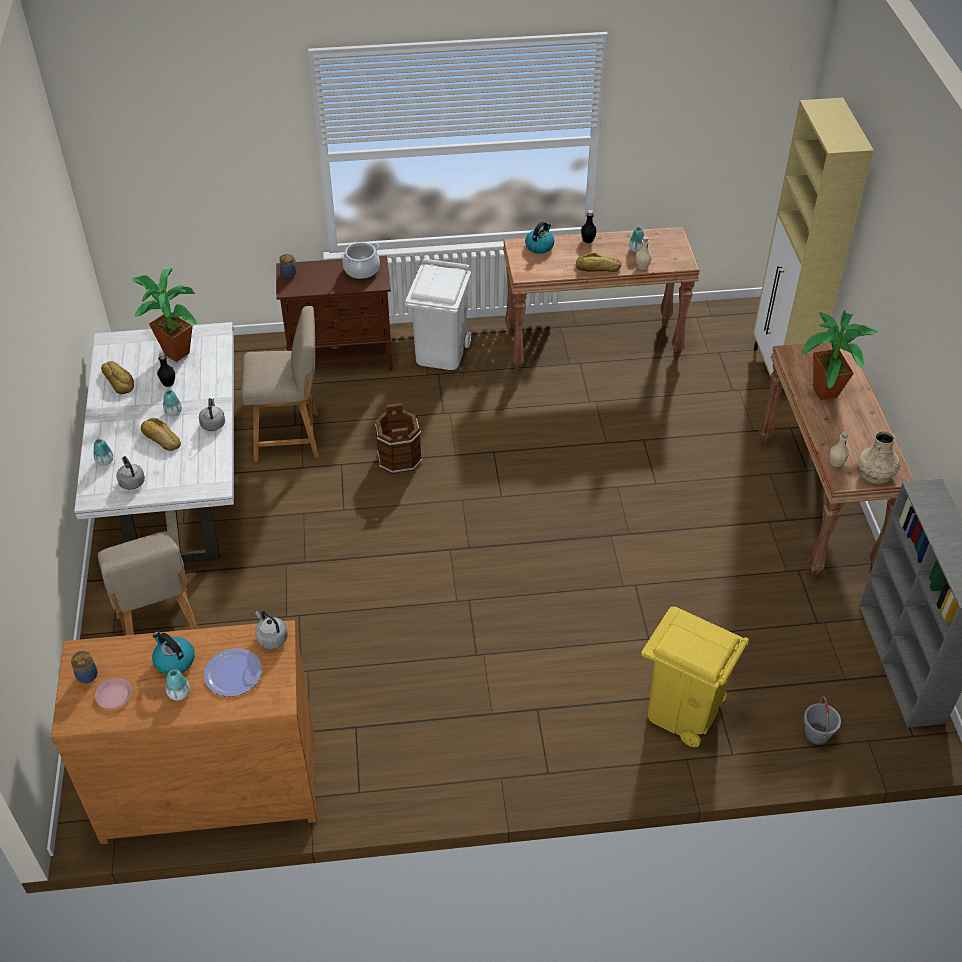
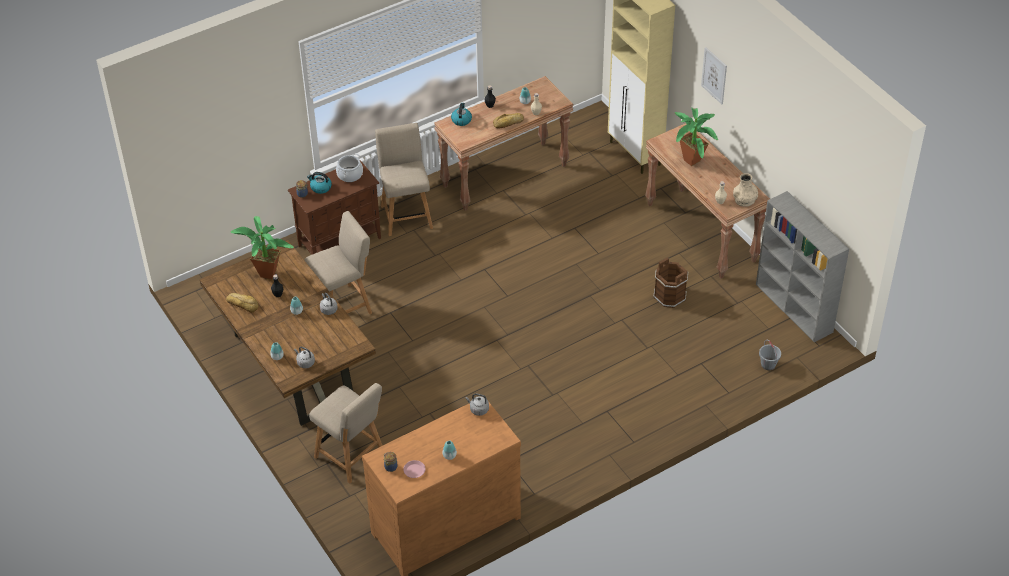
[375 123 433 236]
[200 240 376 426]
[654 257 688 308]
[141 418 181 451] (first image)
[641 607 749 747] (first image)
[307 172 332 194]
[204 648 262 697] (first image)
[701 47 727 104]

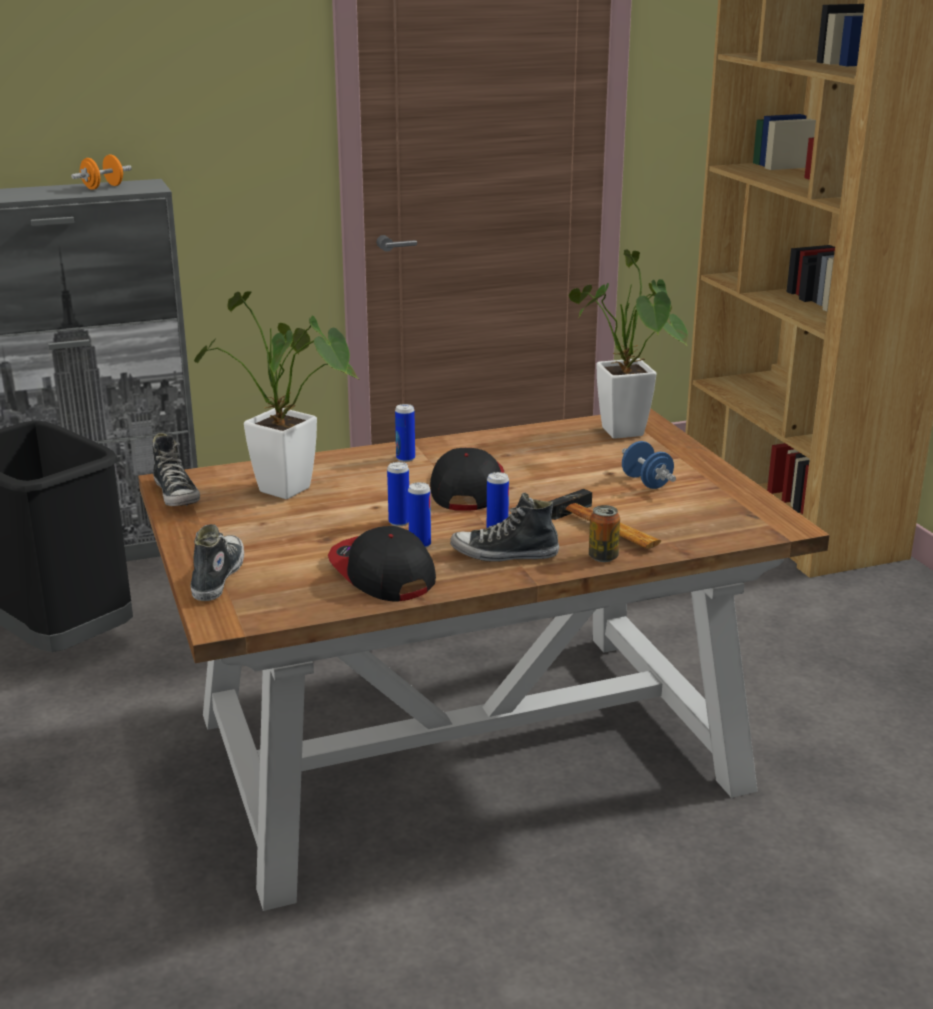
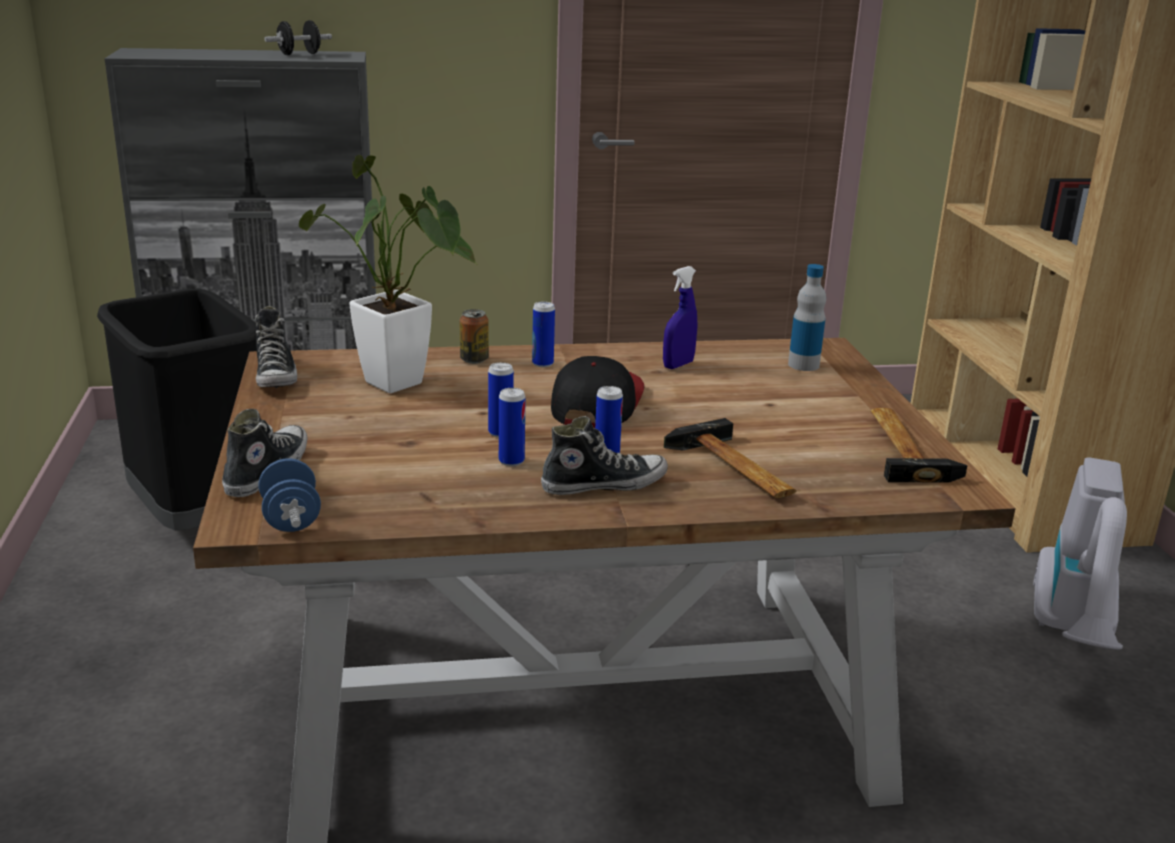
[264 20 332 55]
[788 264 826 371]
[258 458 321 532]
[541 416 668 495]
[459 309 489 364]
[328 526 436 601] (first image)
[663 266 698 369]
[870 408 967 483]
[1033 457 1127 650]

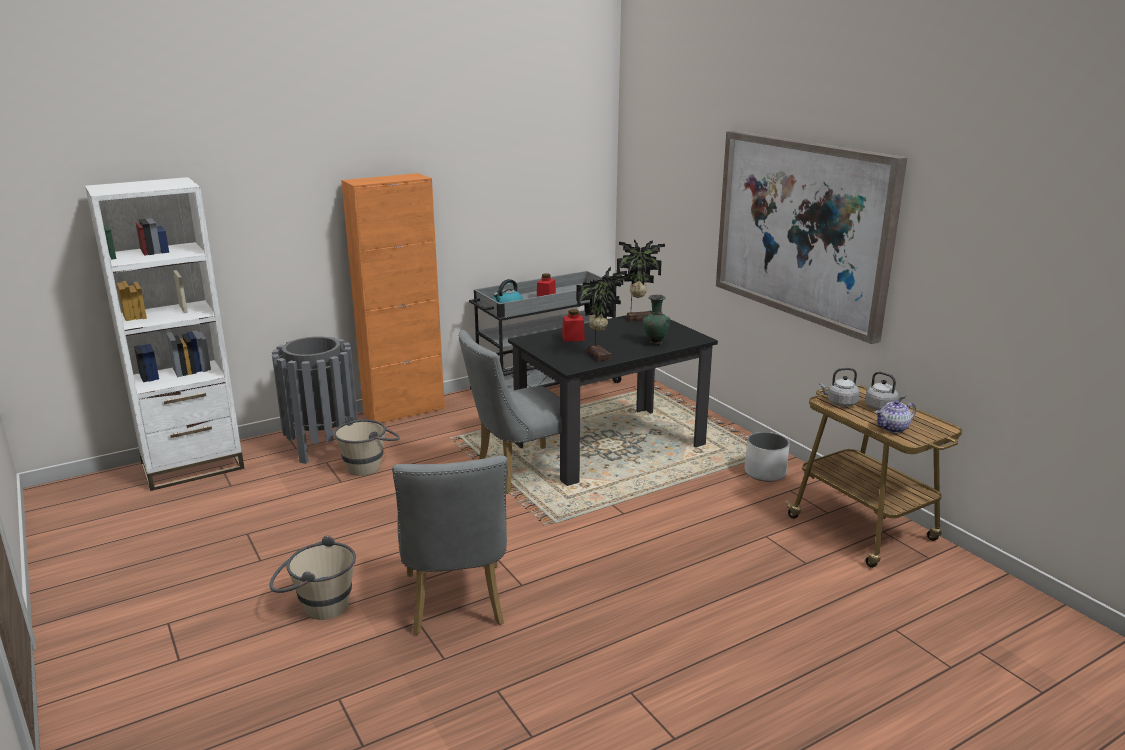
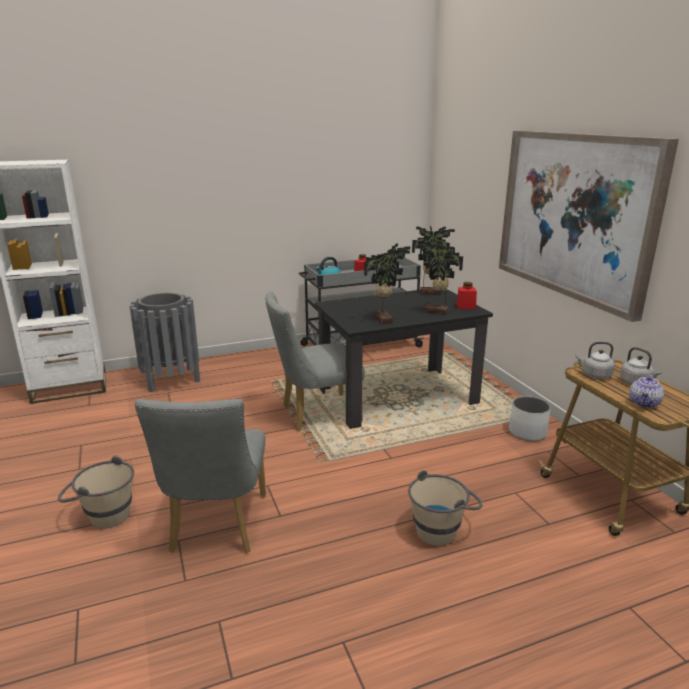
[341 173 445 423] (first image)
[418 241 463 315]
[456 282 477 309]
[629 374 664 408]
[408 470 483 546]

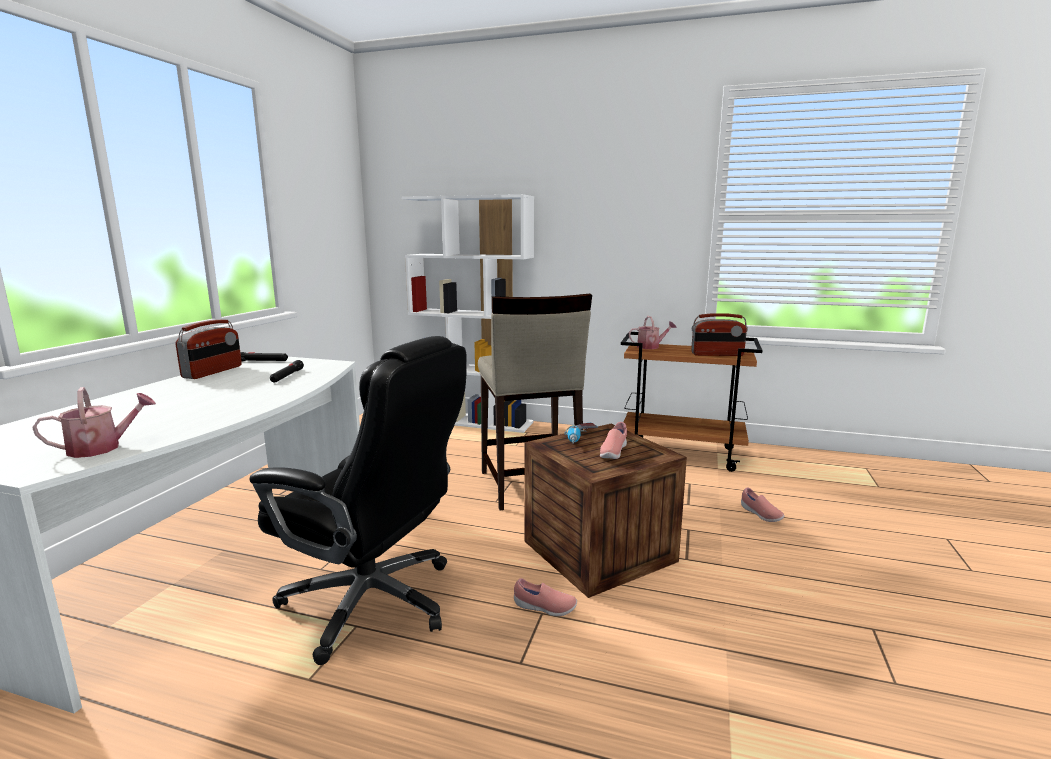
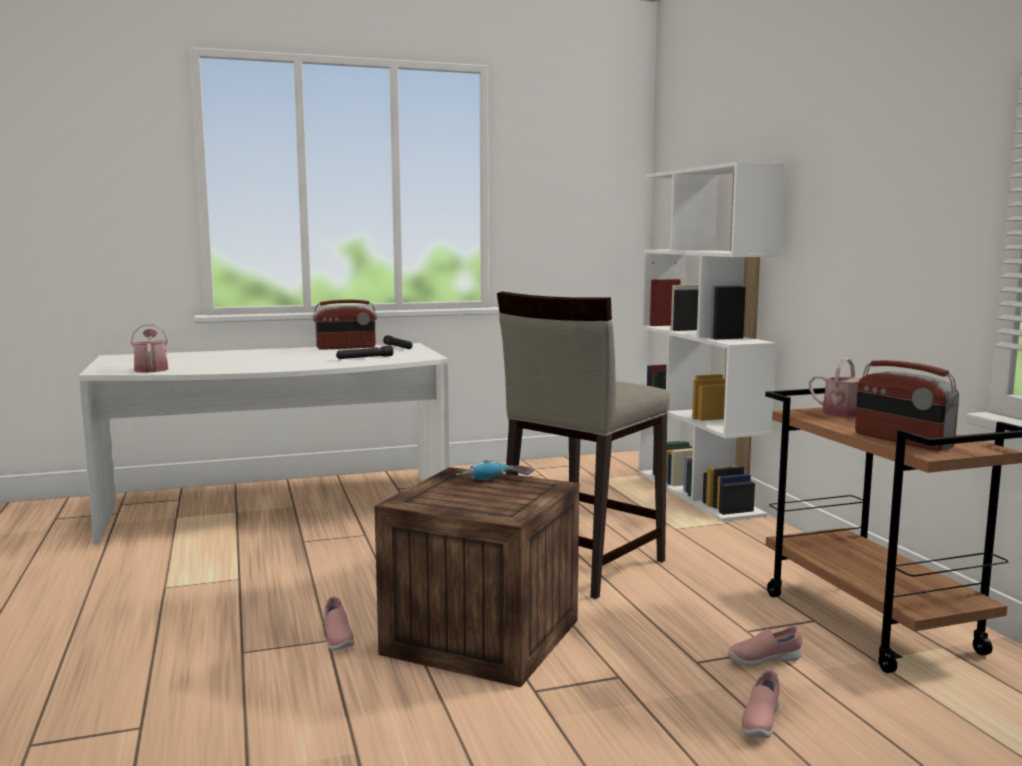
[249 336 467 665] (first image)
[131 324 168 373]
[727 626 803 667]

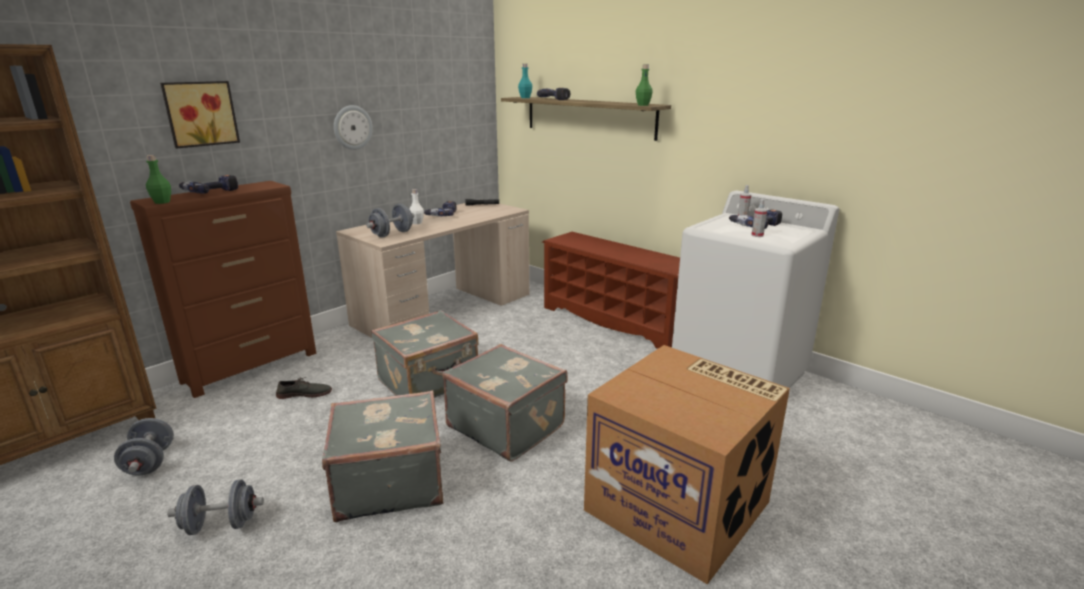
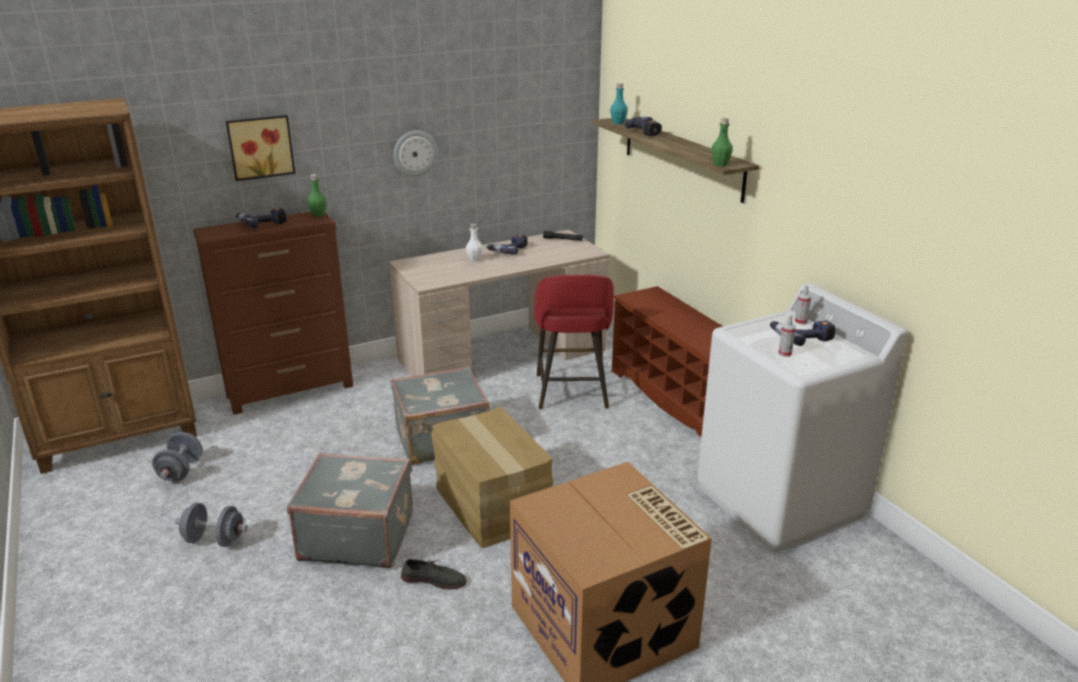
[308 174 327 216]
[366 204 414 238] (first image)
[431 406 553 548]
[401 559 467 589]
[534 275 614 409]

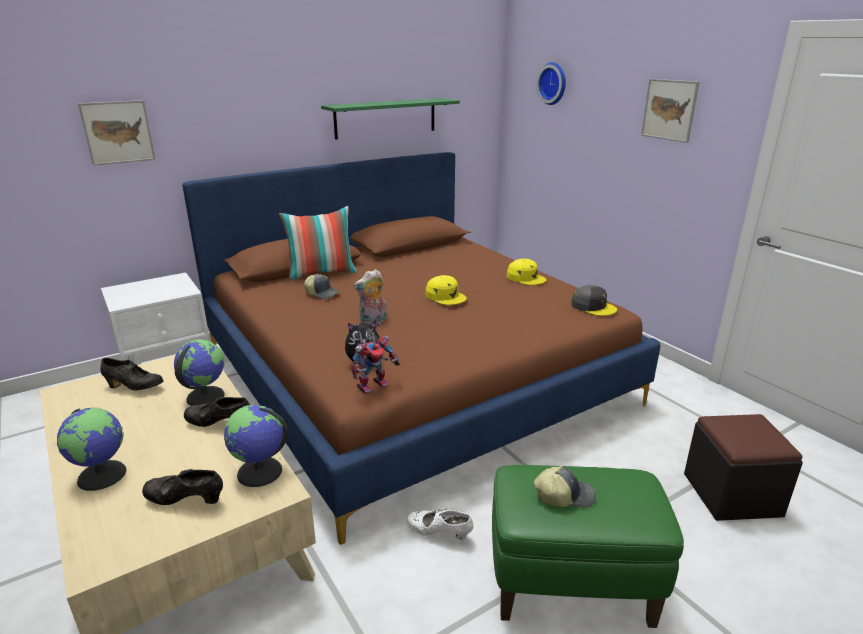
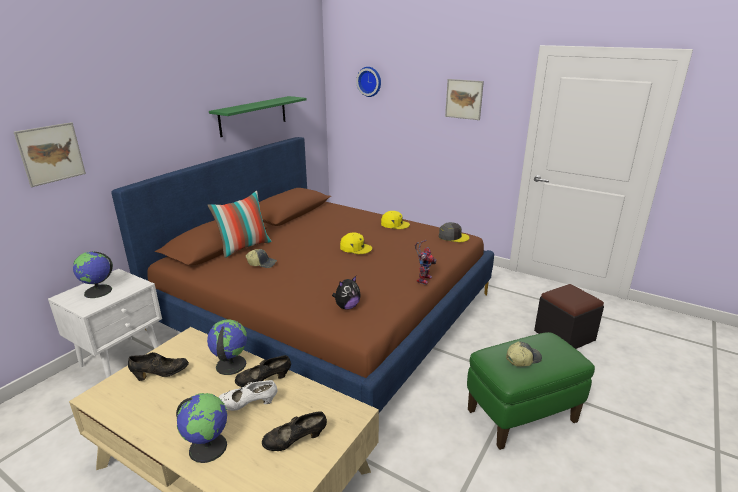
[353 269 387 325] (first image)
[415 240 436 285]
[73 251 113 298]
[218 380 277 411]

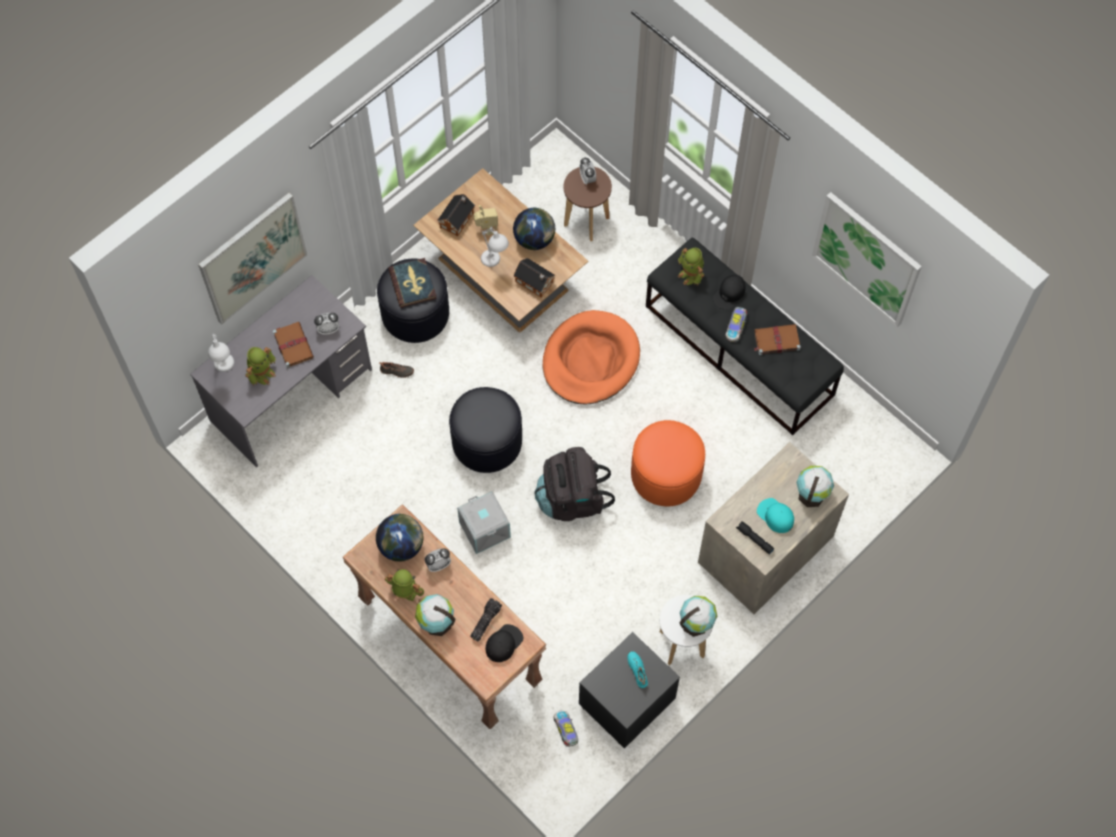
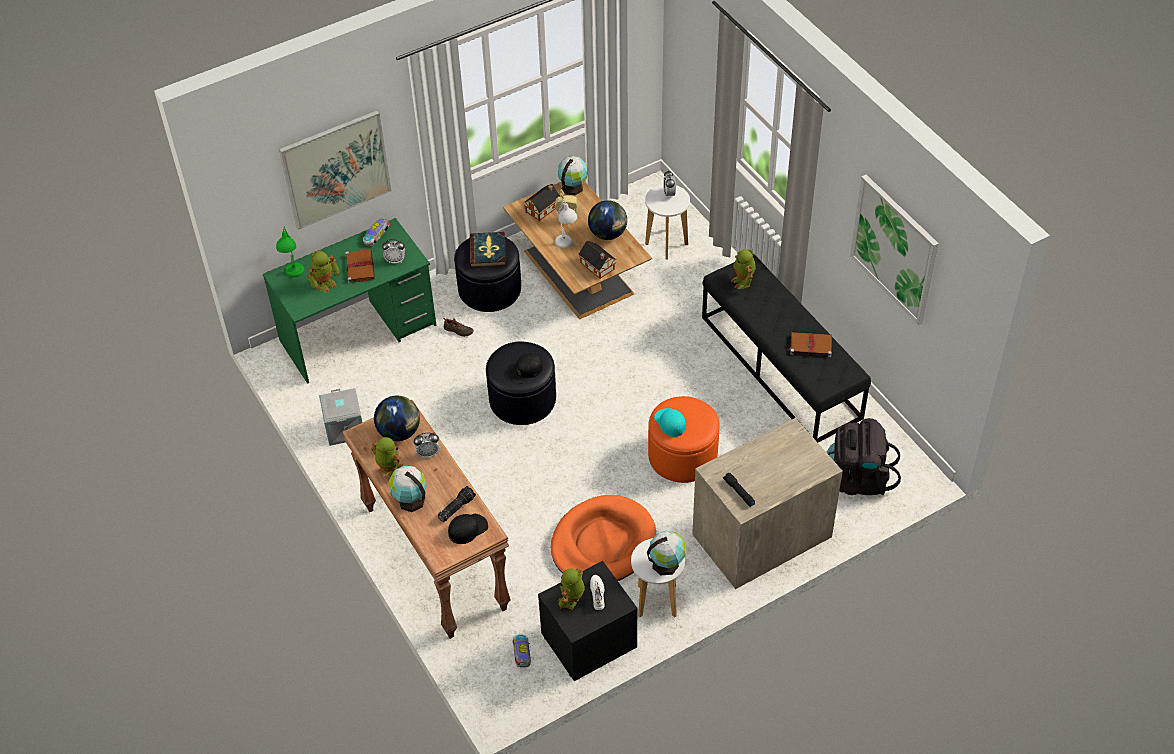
[645 184 690 260]
[263 218 437 384]
[508 353 543 384]
[363 218 390 246]
[551 495 656 581]
[276 227 304 277]
[826 418 901 495]
[558 156 588 196]
[319 388 363 446]
[654 408 686 437]
[590 575 605 610]
[558 568 585 610]

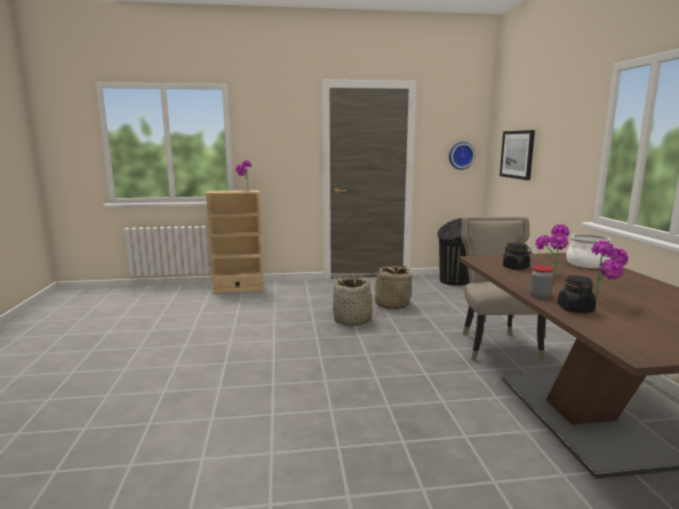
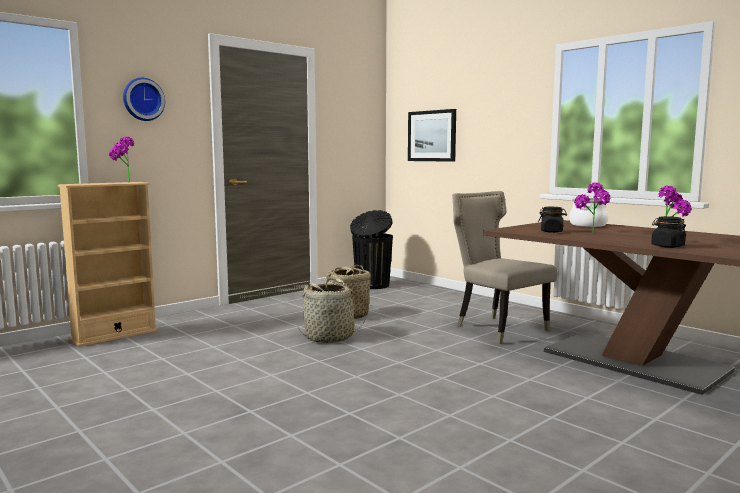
[123 78 165 121]
[529 265 553 299] (first image)

